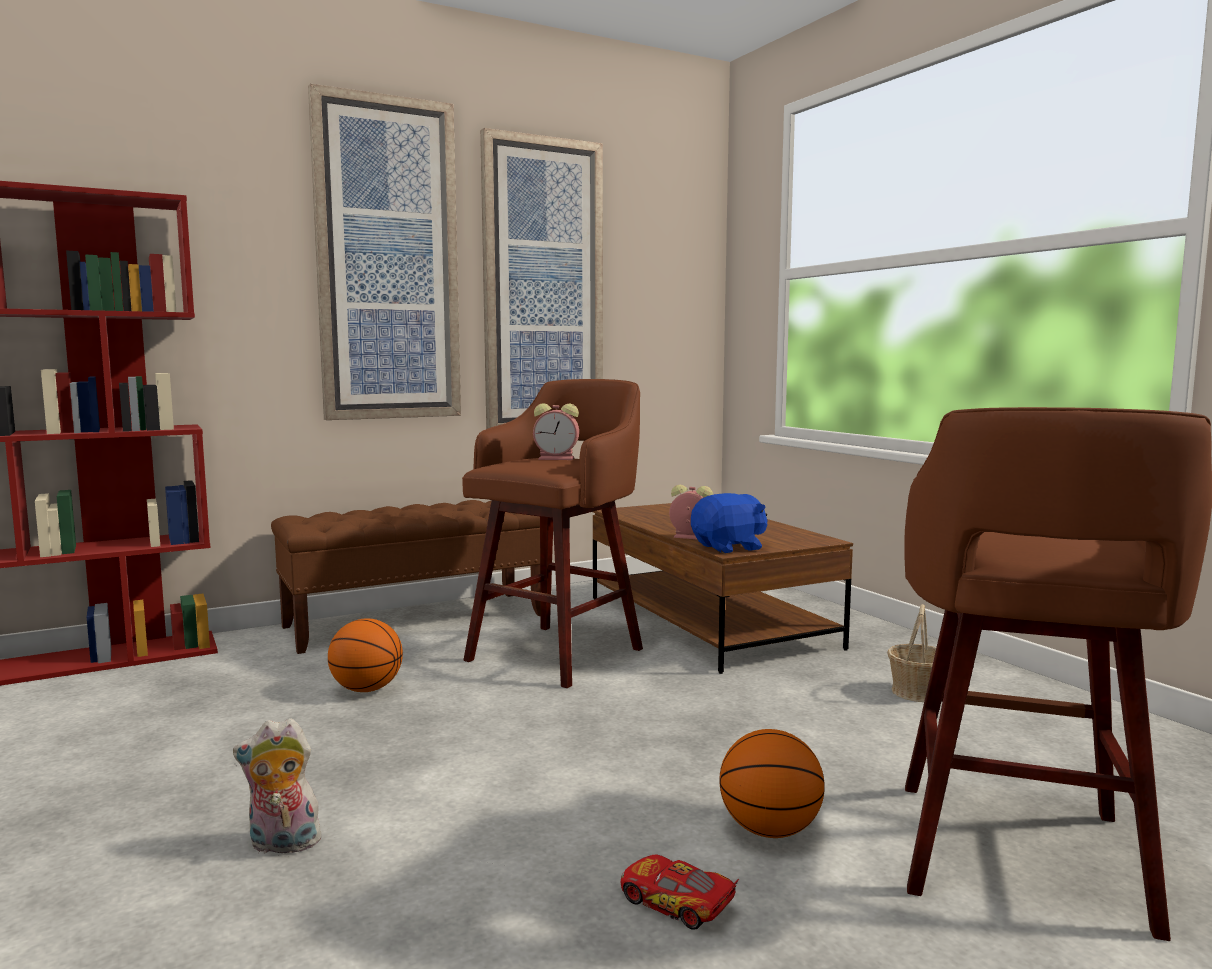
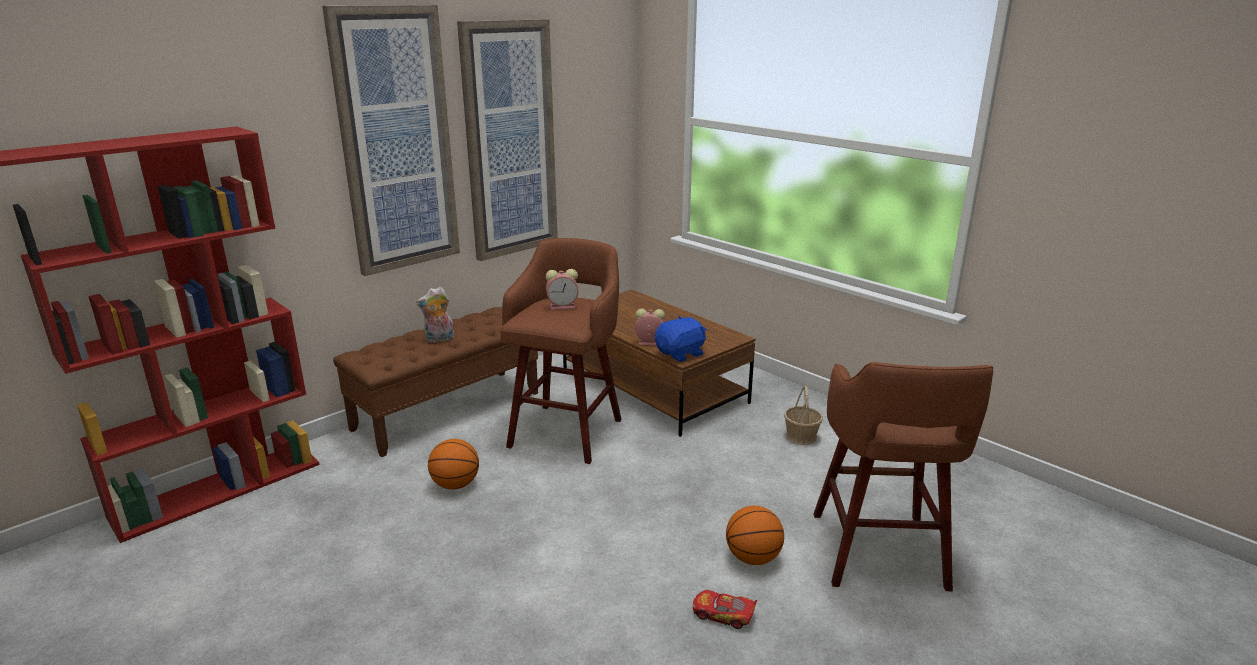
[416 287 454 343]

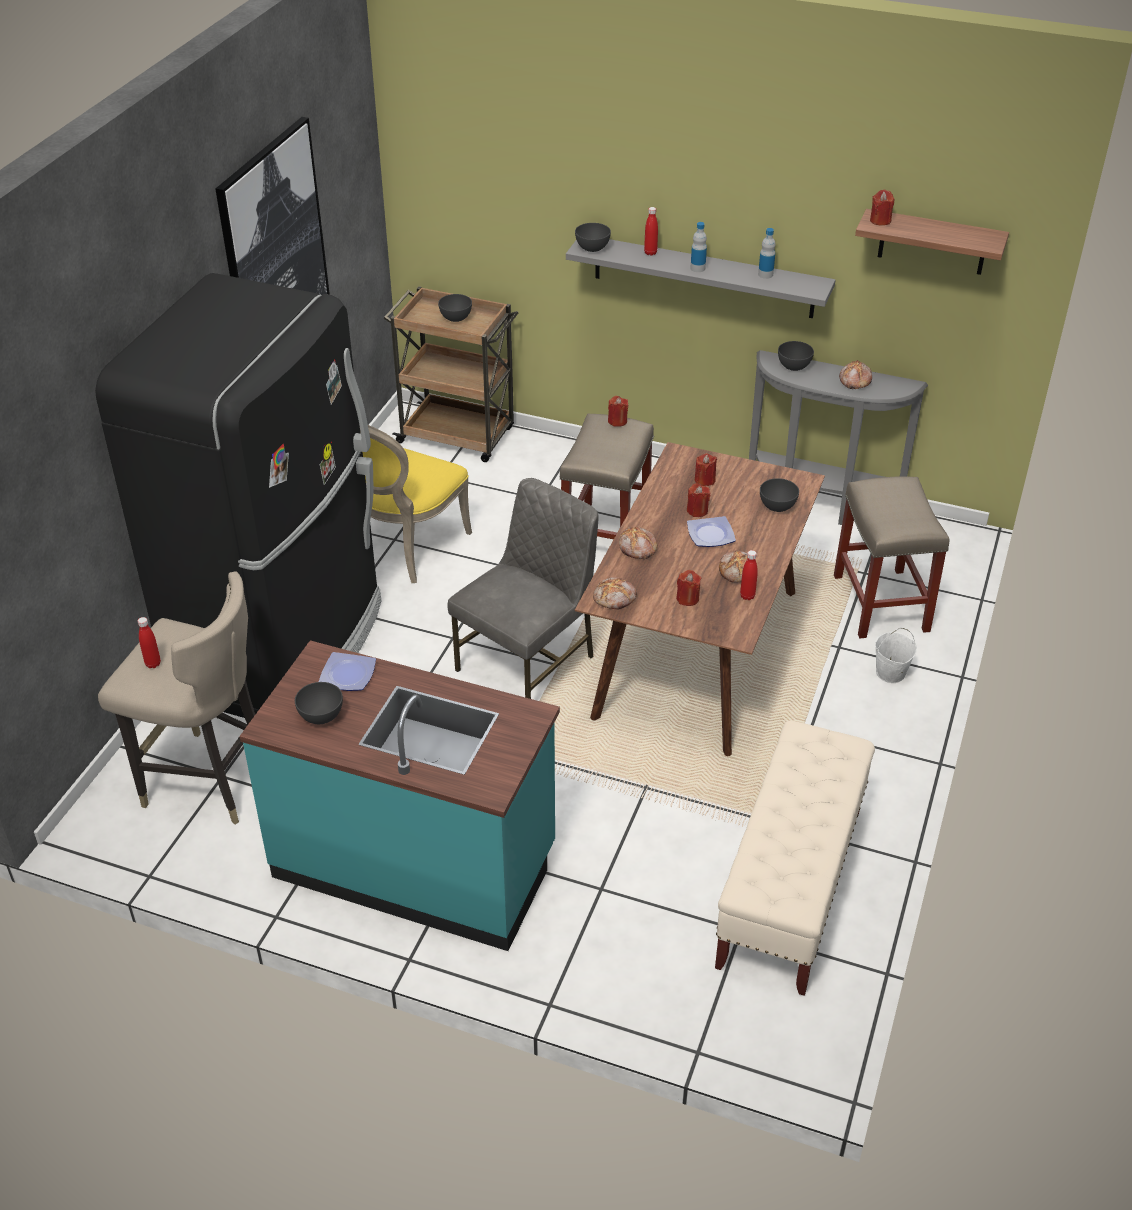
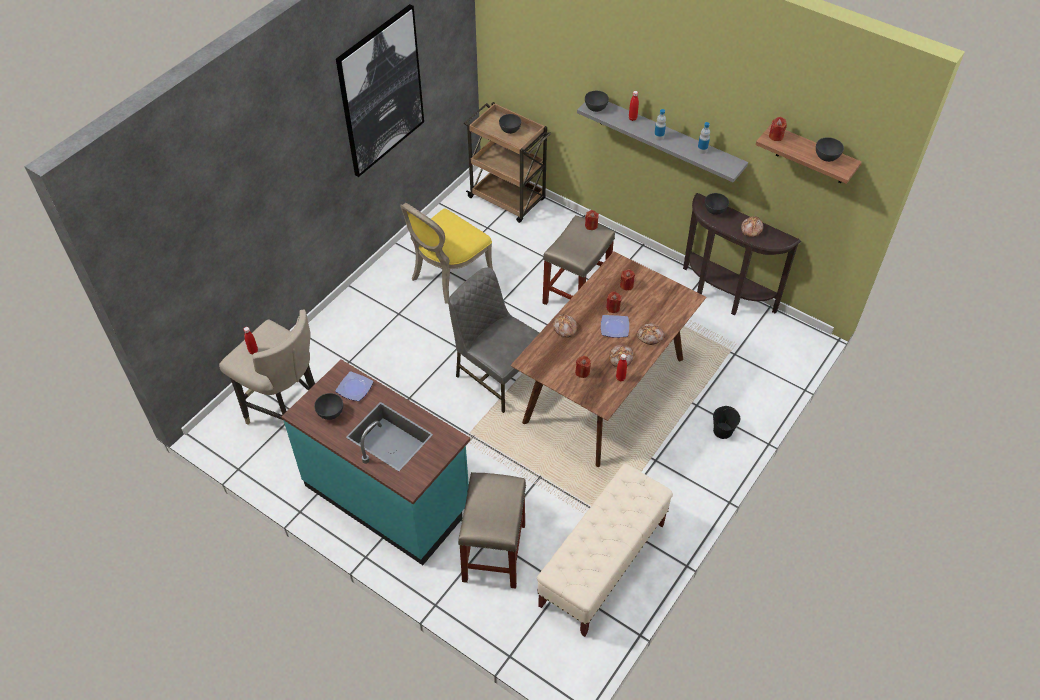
[95 273 381 718] (first image)
[683 193 801 316]
[458 472 526 589]
[448 267 539 413]
[816 137 844 162]
[637 323 665 345]
[713 406 740 439]

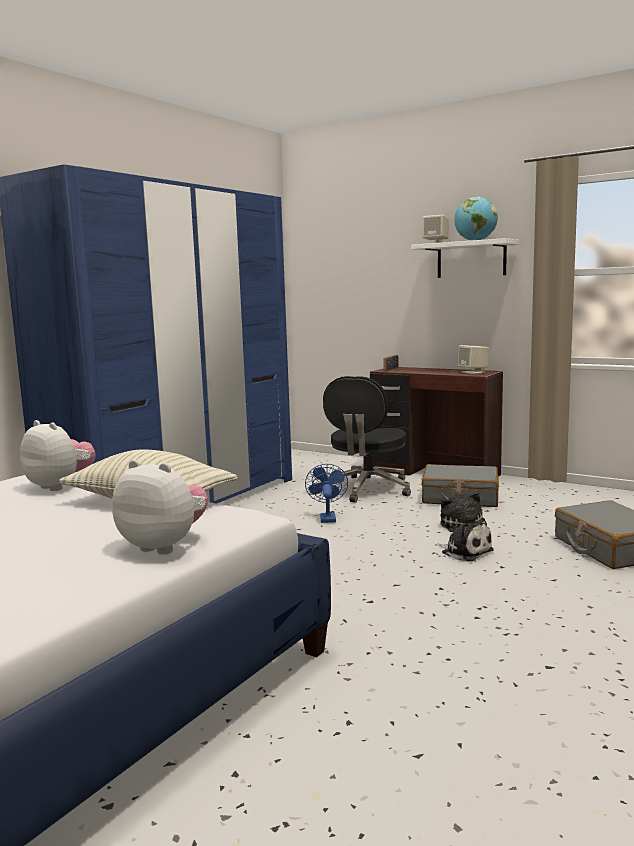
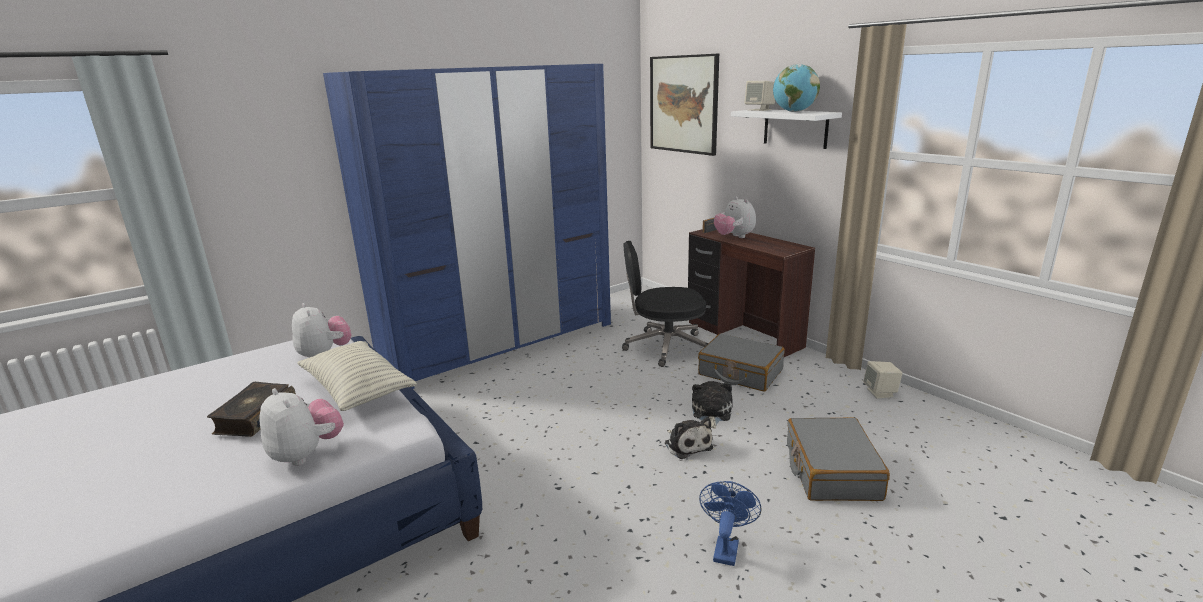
[863 361 902 399]
[622 241 709 367]
[699 481 762 566]
[650 54 719 156]
[714 197 756 238]
[207 382 296 437]

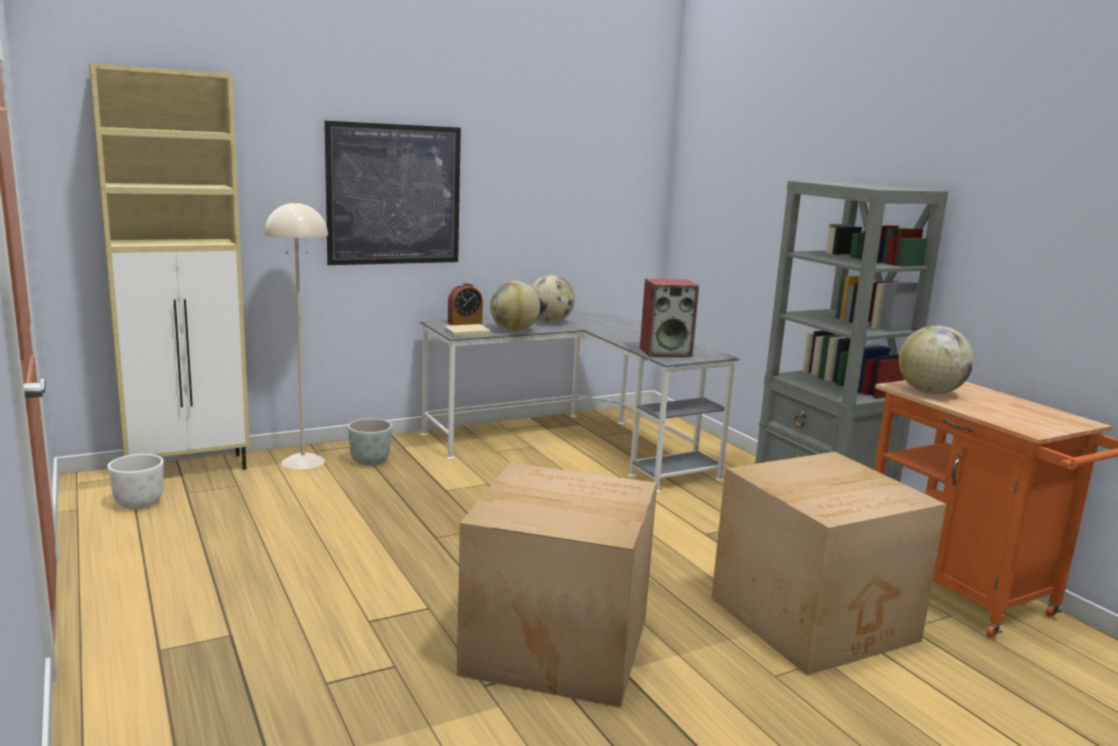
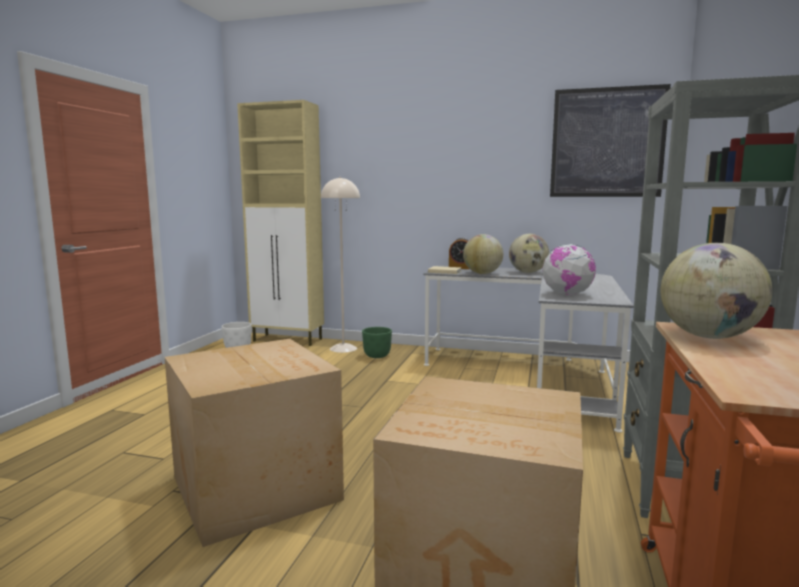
[550 84 671 197]
[542 244 596 295]
[362 327 392 358]

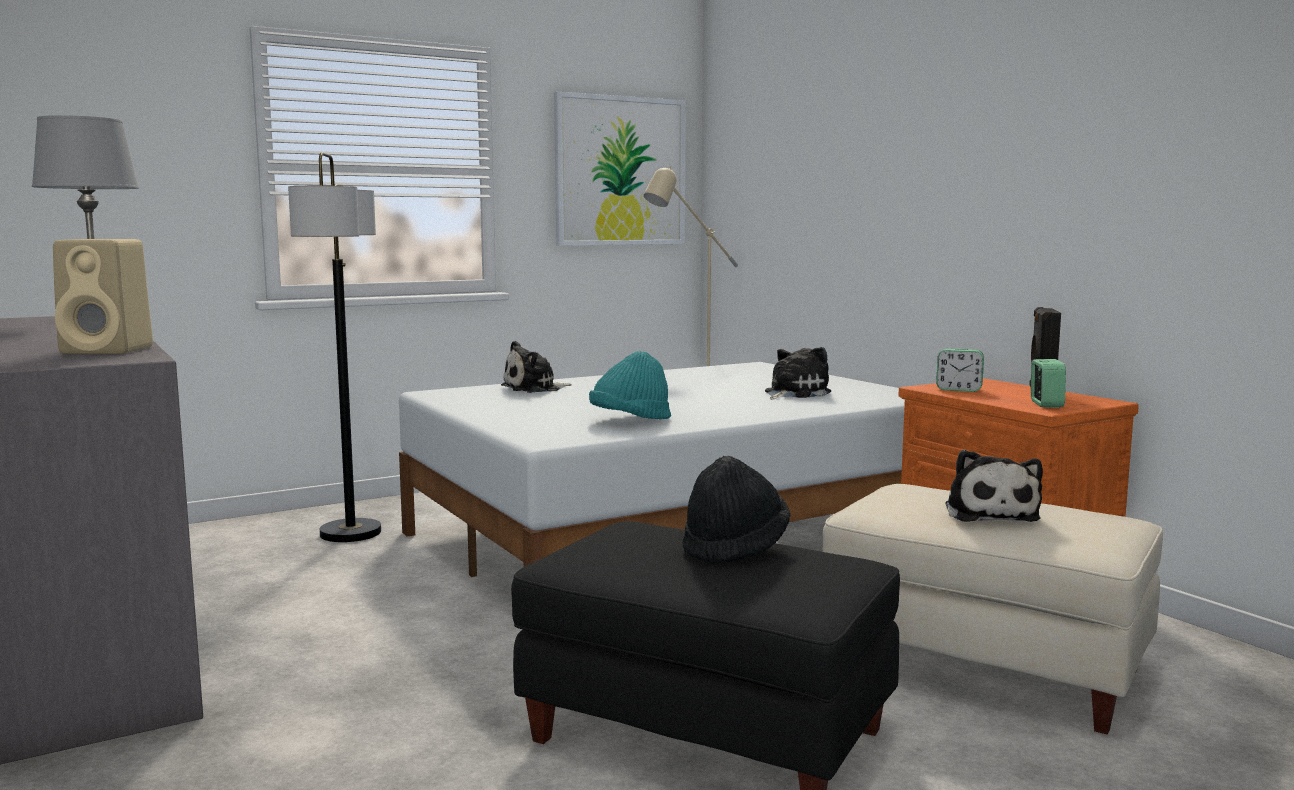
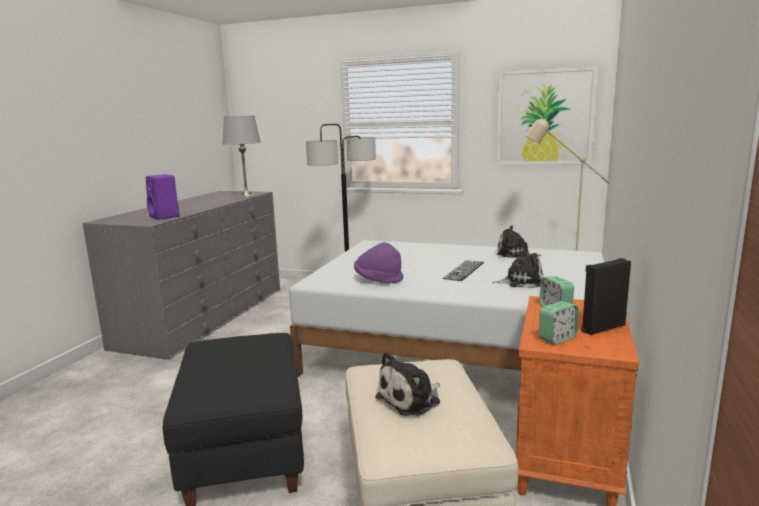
[146 174 180 220]
[497 225 541 258]
[354 242 403 283]
[683 456 790 564] (first image)
[443 260 484 281]

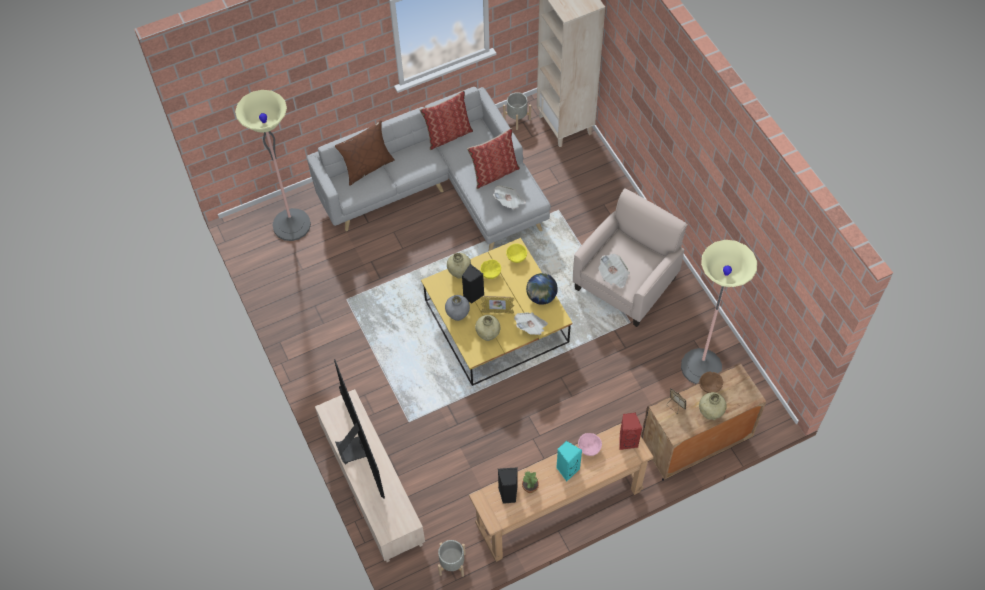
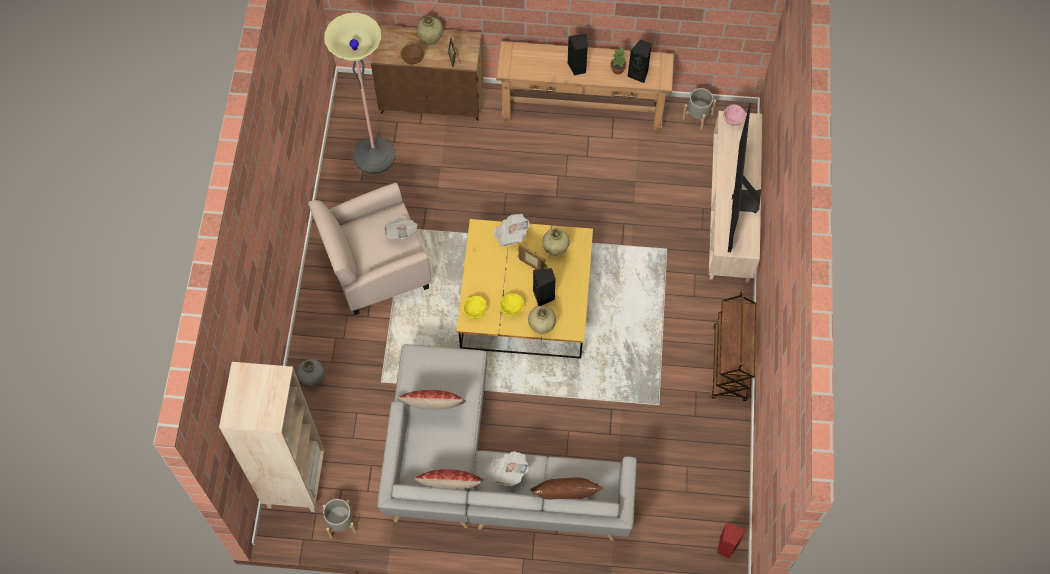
[235 90 311 241] (first image)
[491 451 529 486]
[526 273 558 305] (first image)
[297 359 324 387]
[717 522 746 559]
[723 104 746 126]
[567 33 588 76]
[711 290 756 401]

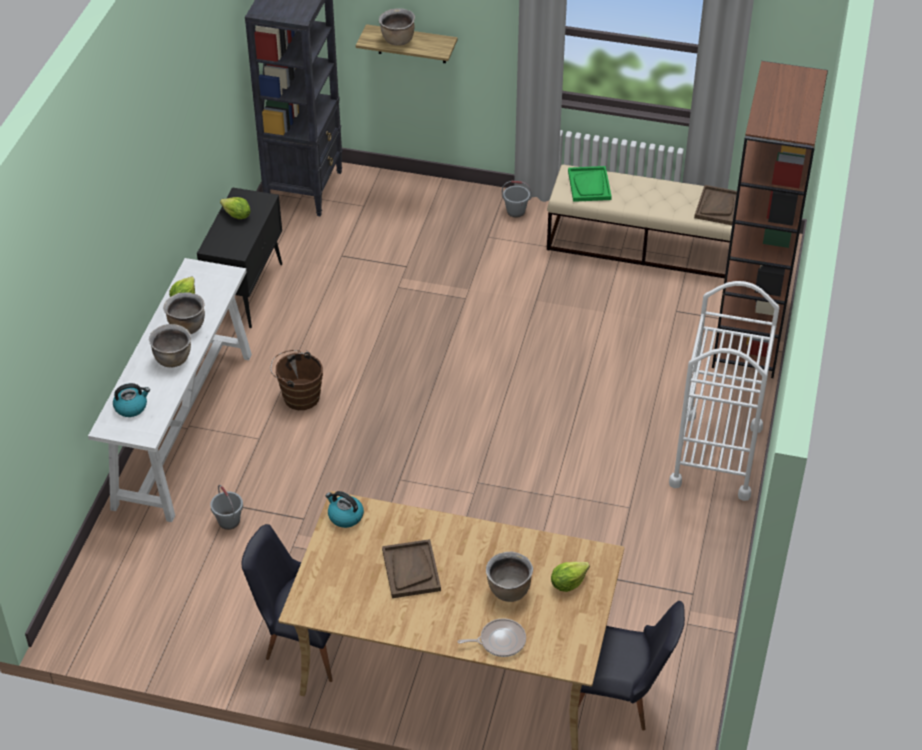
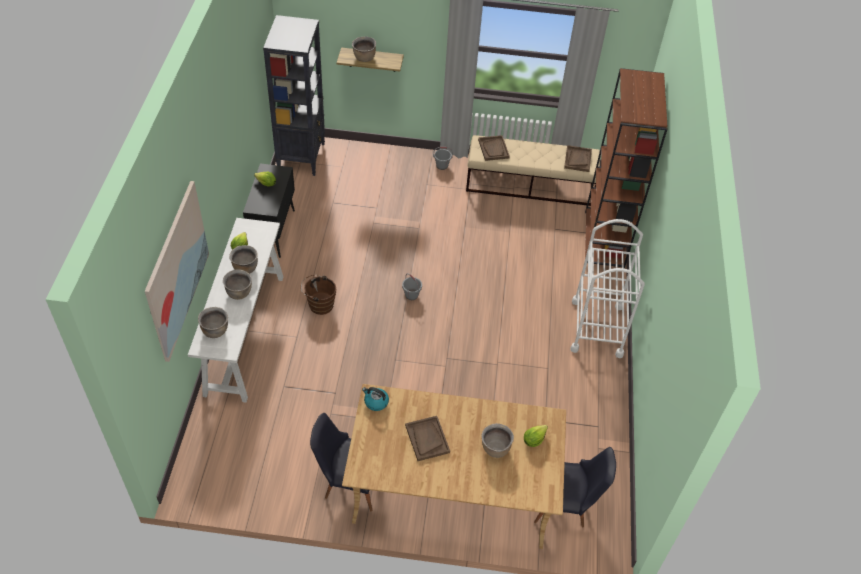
[478 135 510 161]
[198 307 228 338]
[402 273 422 300]
[458 618 526 657] (first image)
[145 181 209 362]

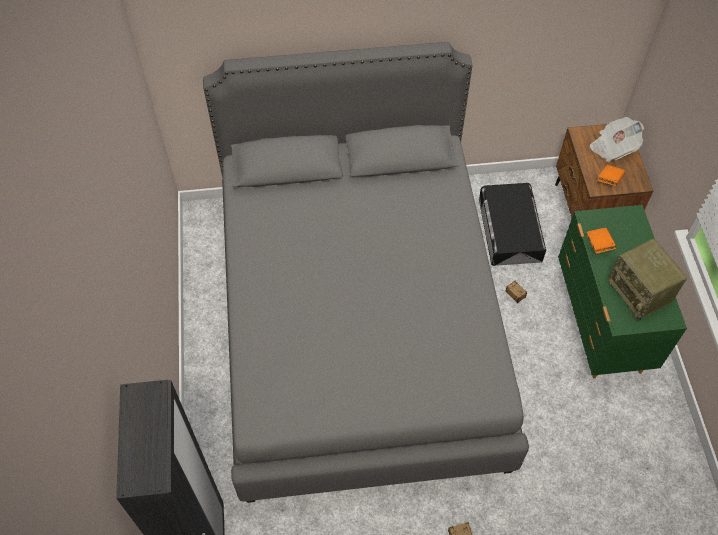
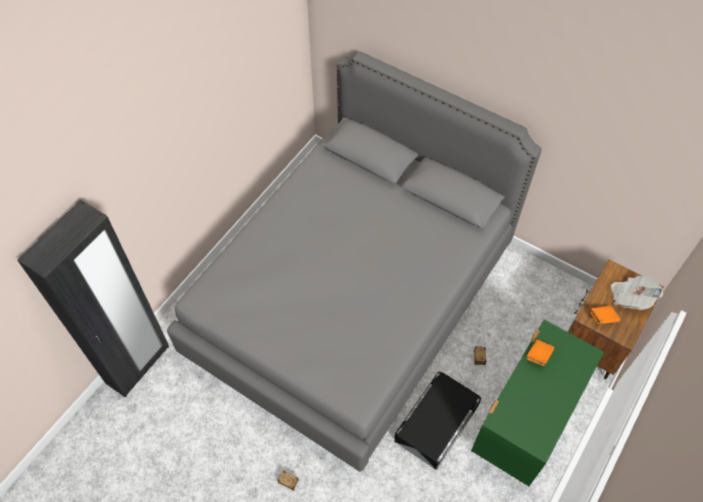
[394 372 481 470]
[608 239 687 320] (first image)

